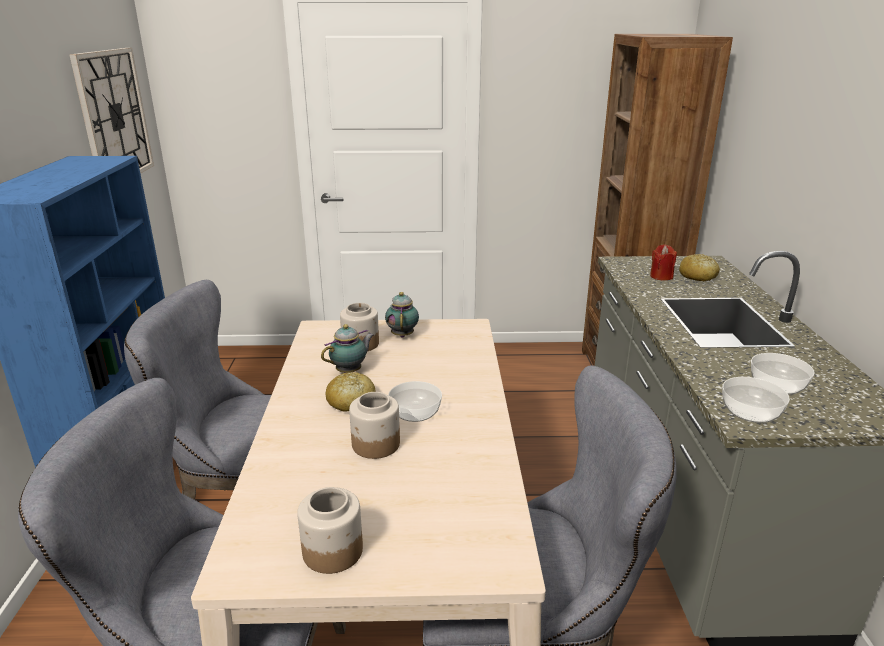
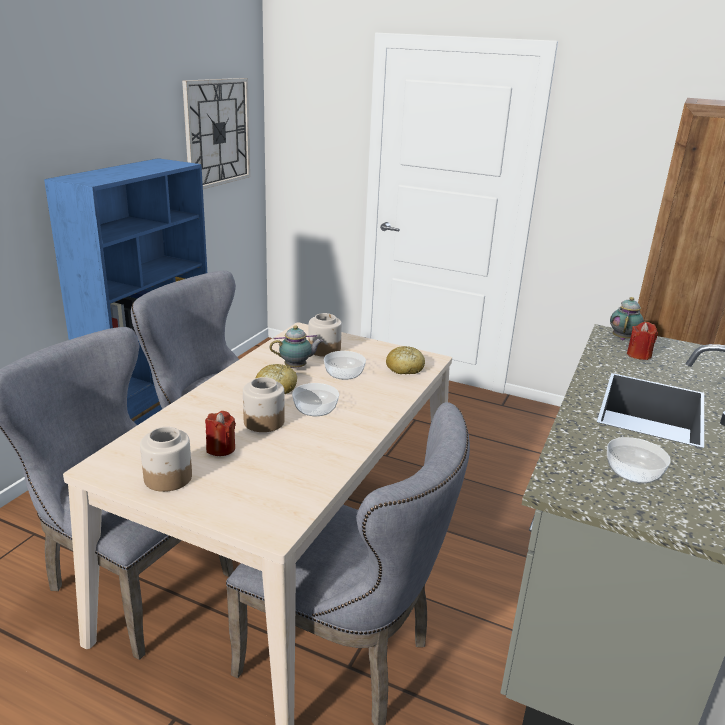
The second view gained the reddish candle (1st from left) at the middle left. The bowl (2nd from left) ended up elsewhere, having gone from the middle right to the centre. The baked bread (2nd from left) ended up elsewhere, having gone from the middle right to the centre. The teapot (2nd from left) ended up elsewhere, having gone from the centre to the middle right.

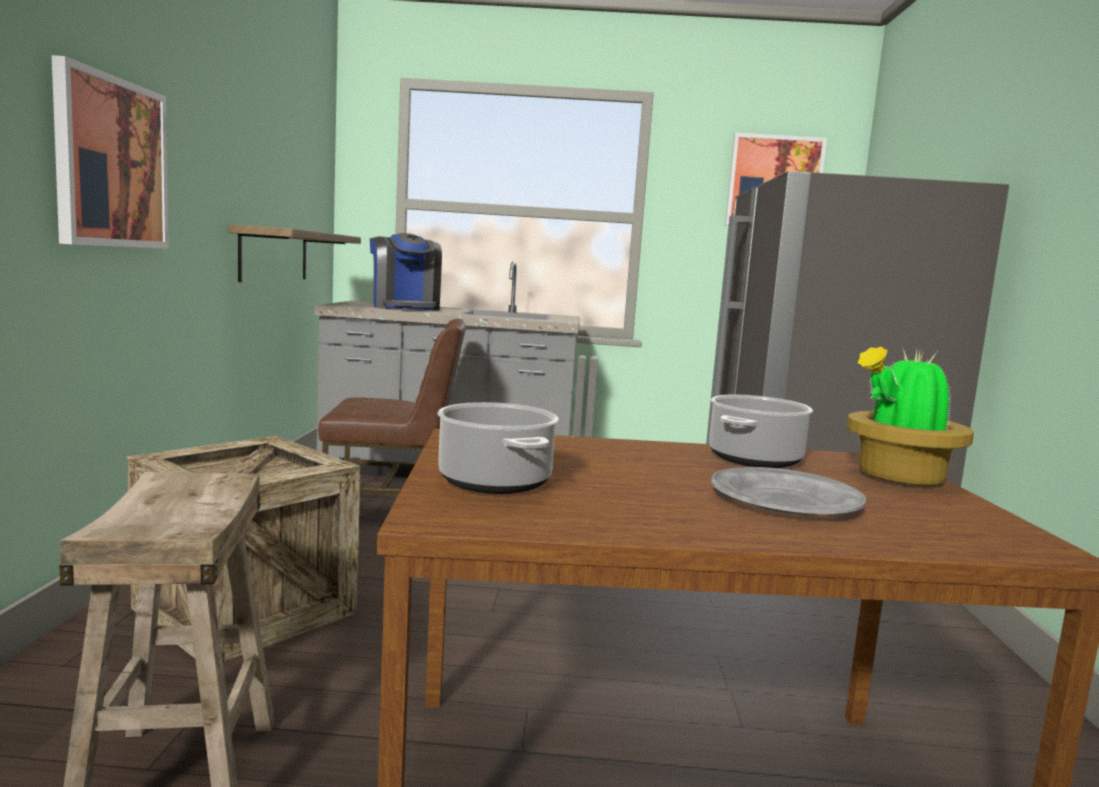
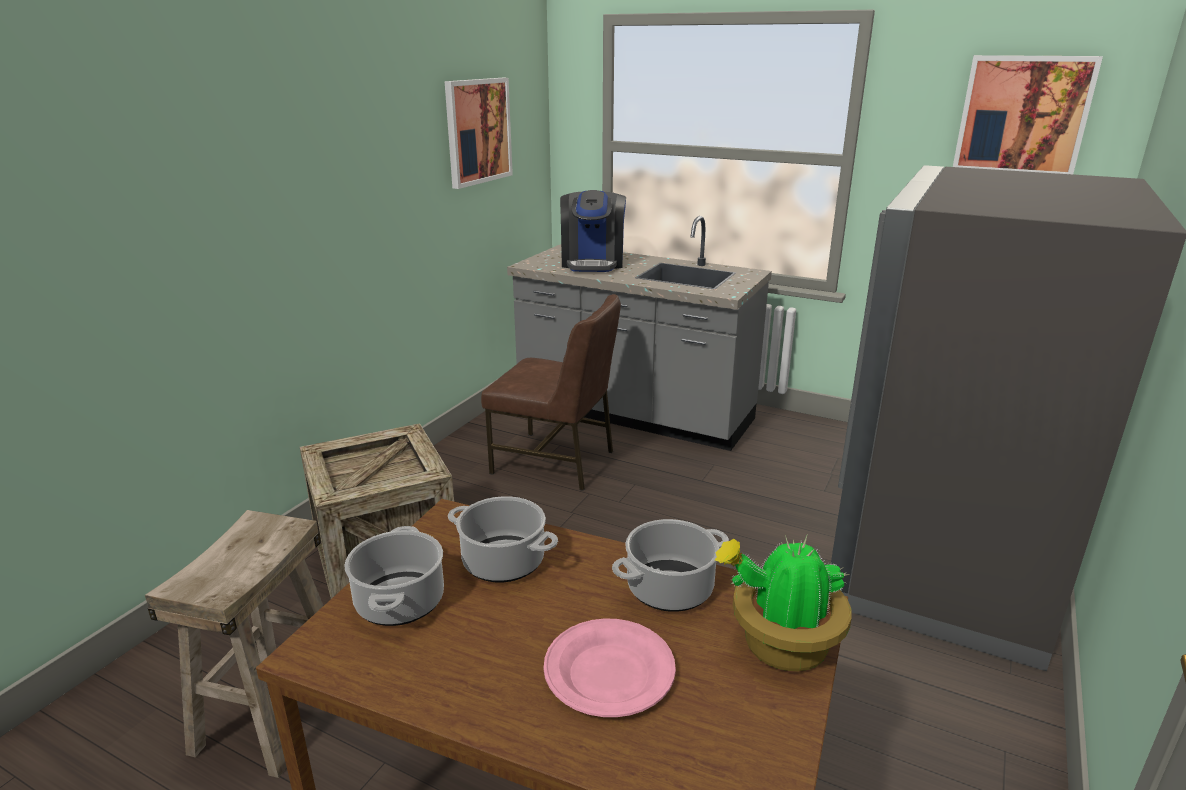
The picture (1st from left) ended up elsewhere, having gone from the top left to the top centre. The second view gained the stockpot (2nd from left) at the bottom centre. What was the grey dinner plate at the middle right turned into the pink-coloured dinner plate at the bottom centre. The second view lost the shelf at the top left.

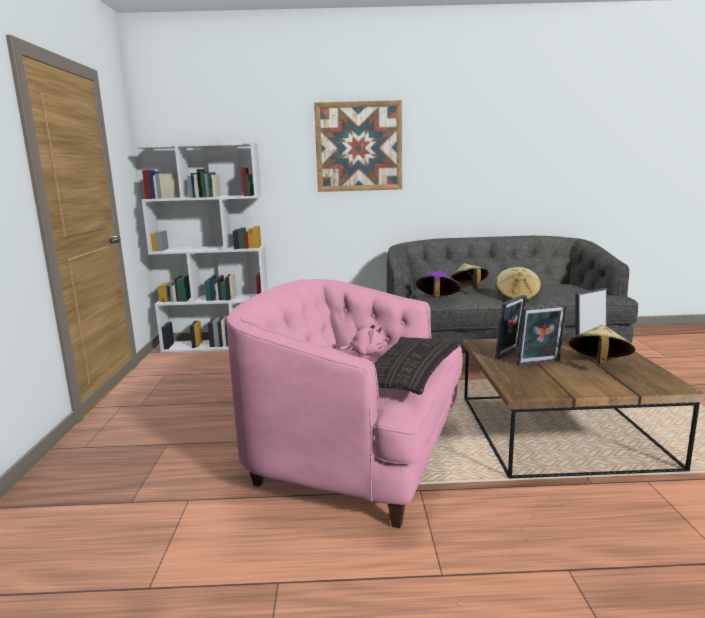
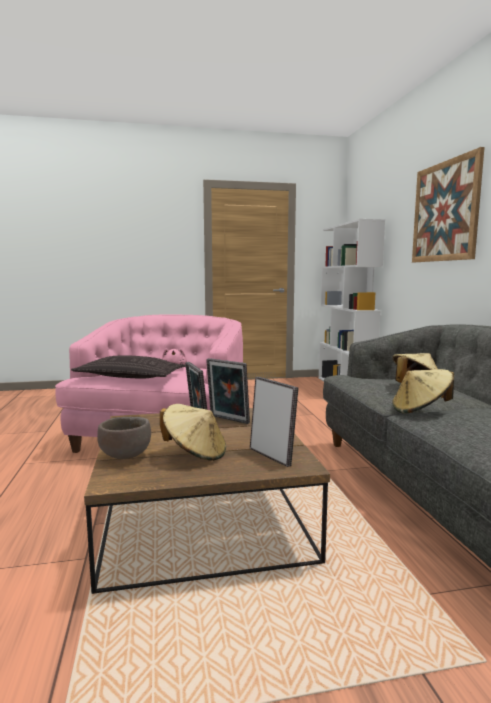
The second view gained the brown-coloured bowl at the middle left. The second view lost the purplish hat at the centre.

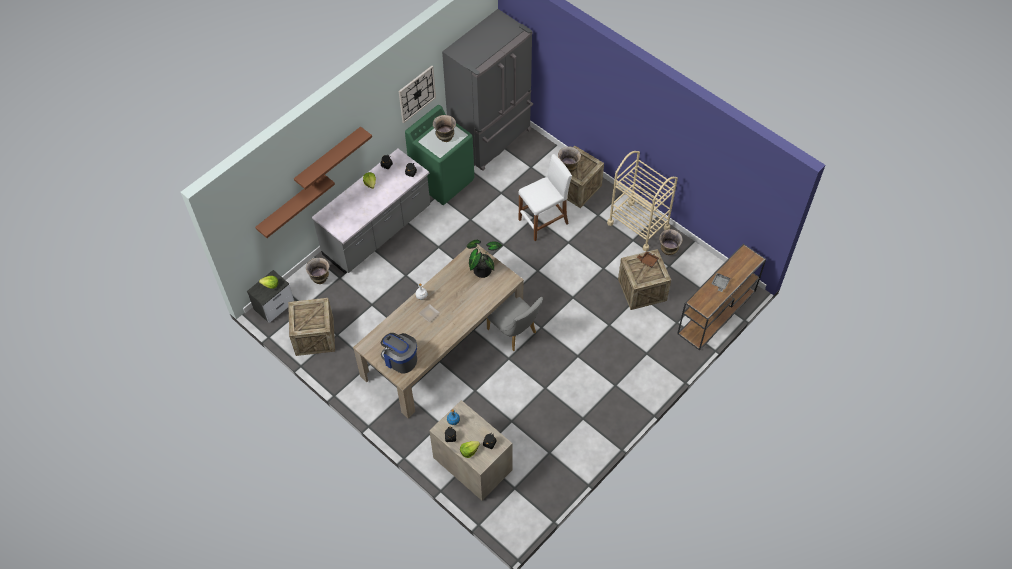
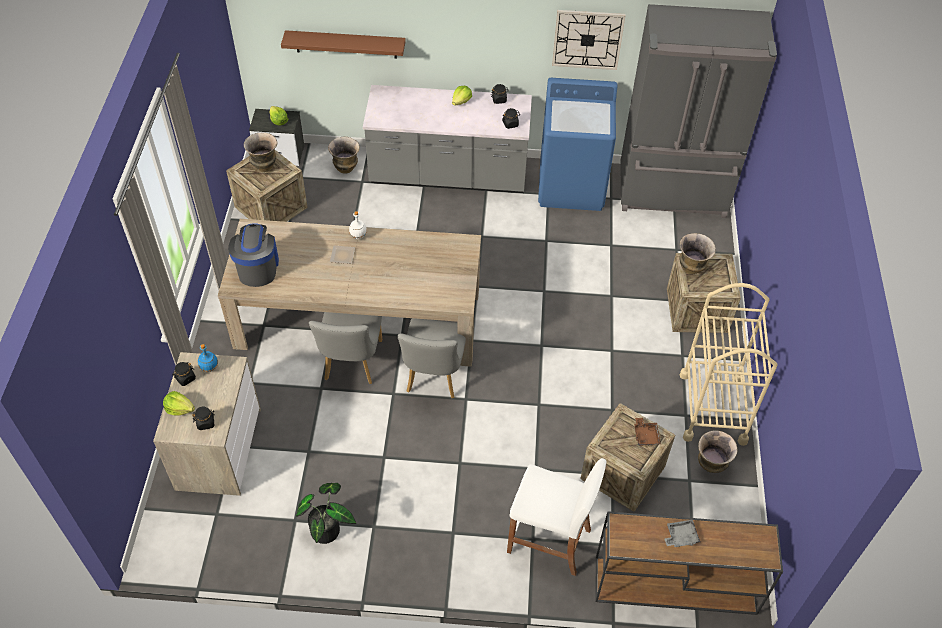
The flower vase (2nd from left in the first image) ended up elsewhere, having gone from the top centre to the top left. The plant in a pot ended up elsewhere, having gone from the centre to the bottom centre. The second view gained the grey plain chair (1st from left) at the centre. The white-coloured stool ended up elsewhere, having gone from the centre to the bottom centre. What was the greenish laundry appliance at the top centre turned into the blue-coloured laundry appliance at the top centre. The second view lost the brown-coloured shelf (2nd from left) at the top left.

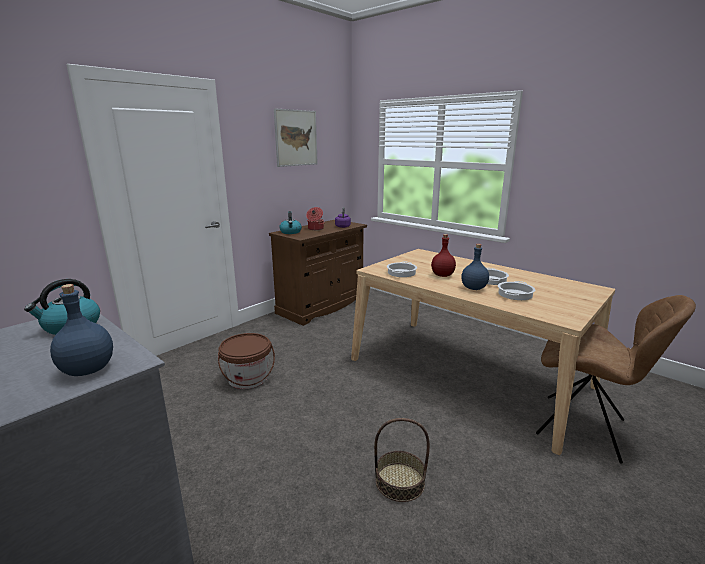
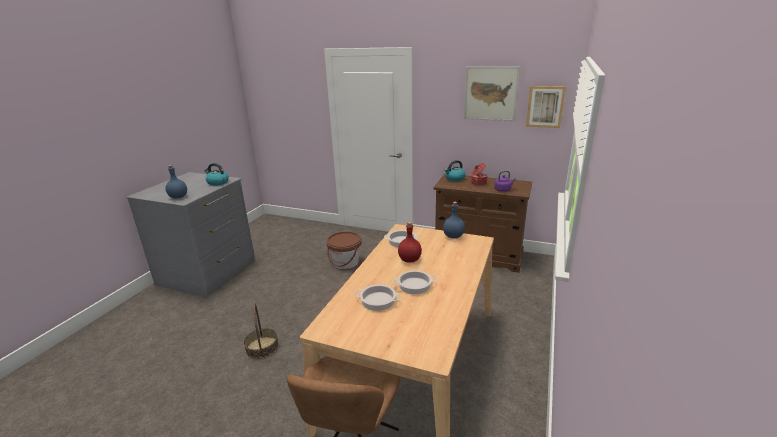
The blue-coloured beverage bottle (2nd from left) ended up elsewhere, having gone from the middle right to the centre. The second view gained the picture (2nd from left) at the top right.

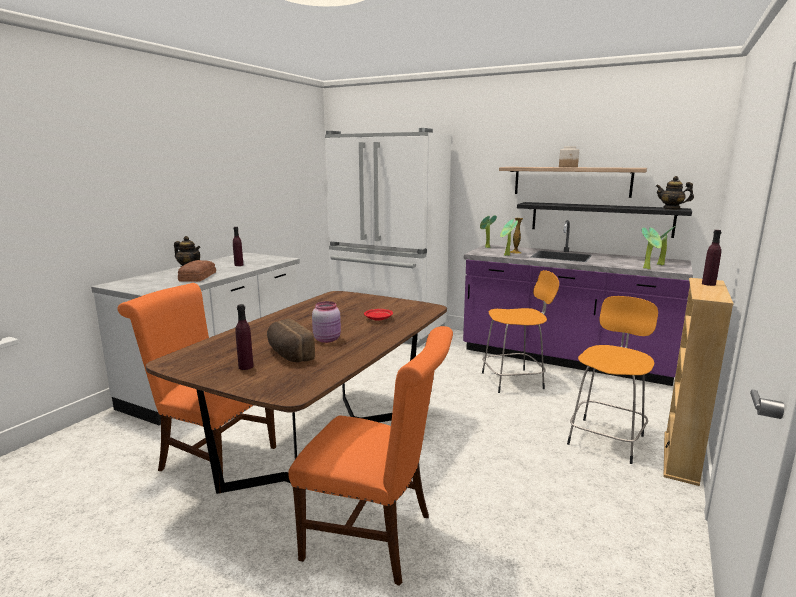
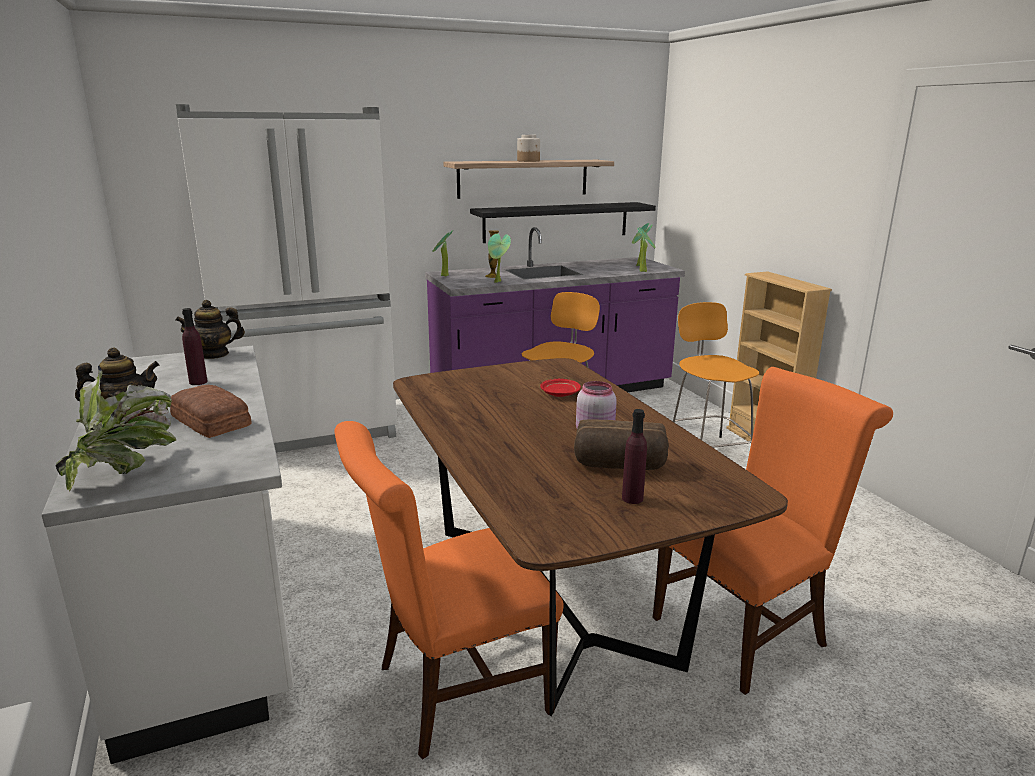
The second view gained the plant in a pot (1st from left) at the middle left. The teapot (2nd from left) ended up elsewhere, having gone from the top right to the middle left. The second view lost the purplish beverage bottle (3rd from left) at the middle right.

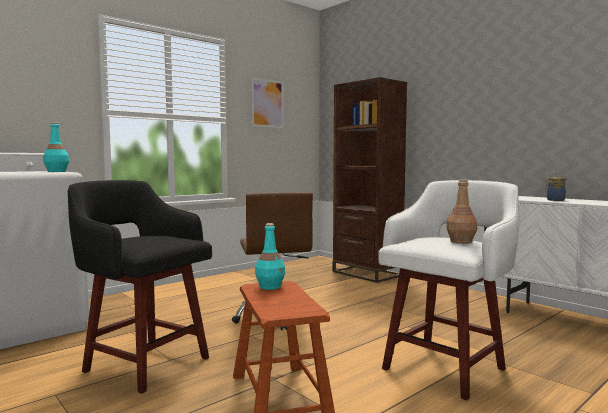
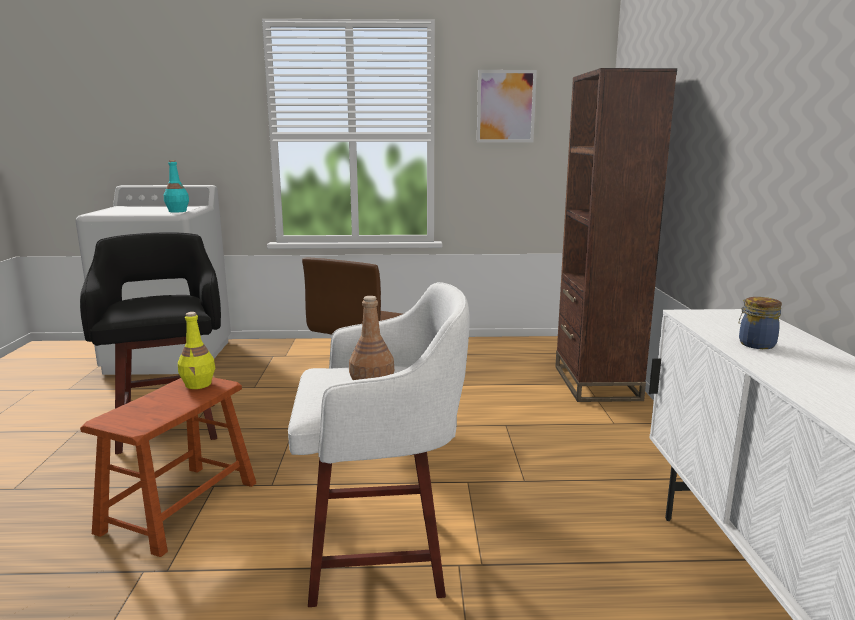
What was the turquoise-coloured beverage bottle (2nd from left) at the centre turned into the yellow-coloured beverage bottle at the middle left.

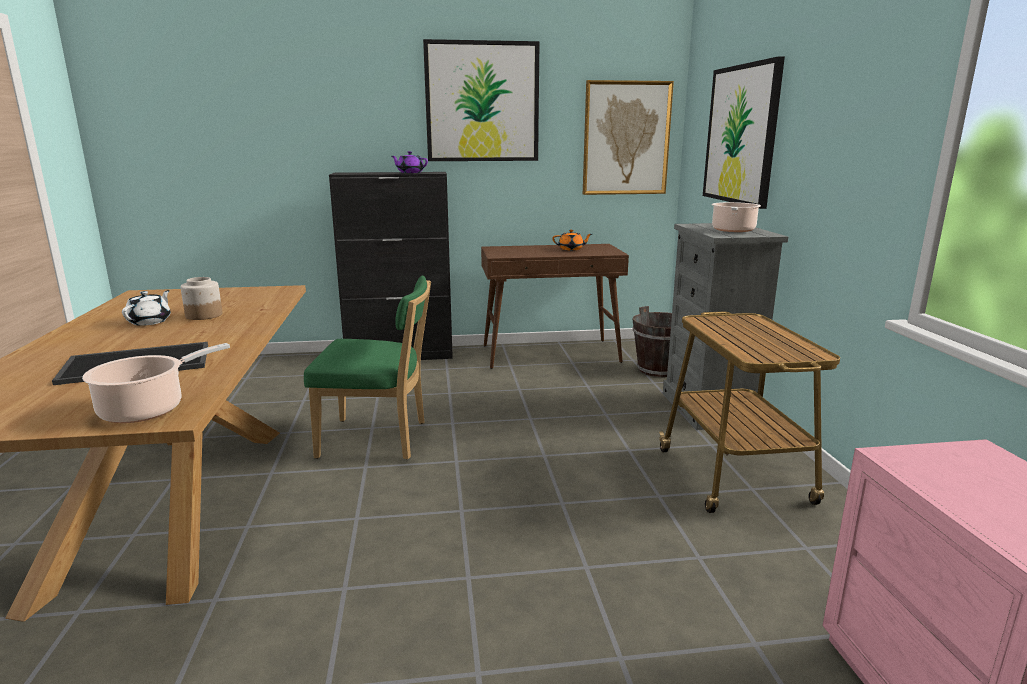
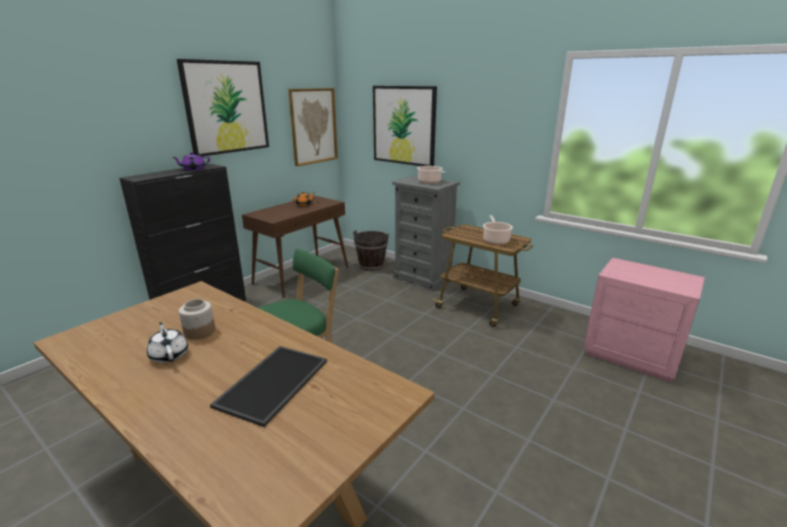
The stockpot (1st from left in the first image) ended up elsewhere, having gone from the middle left to the centre.

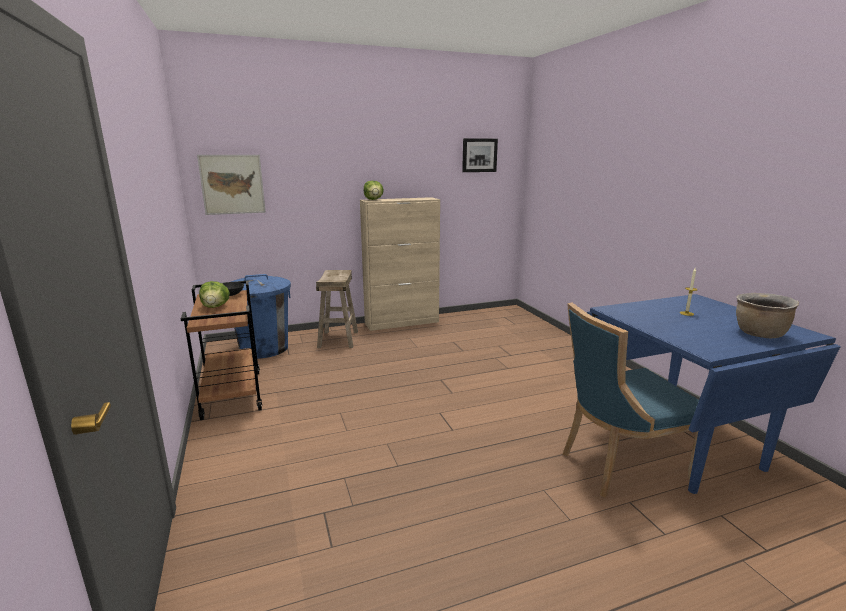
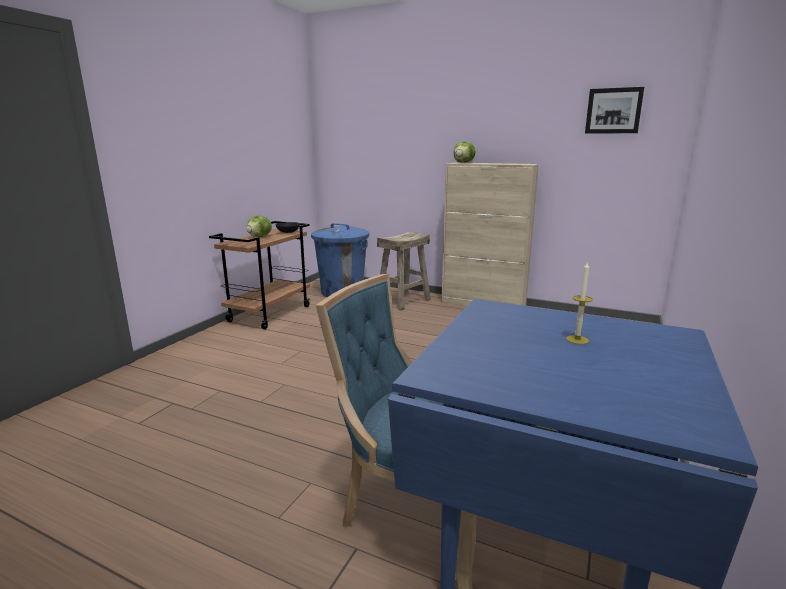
The second view lost the picture (1st from left) at the top left. The second view lost the brown-coloured stockpot at the middle right.

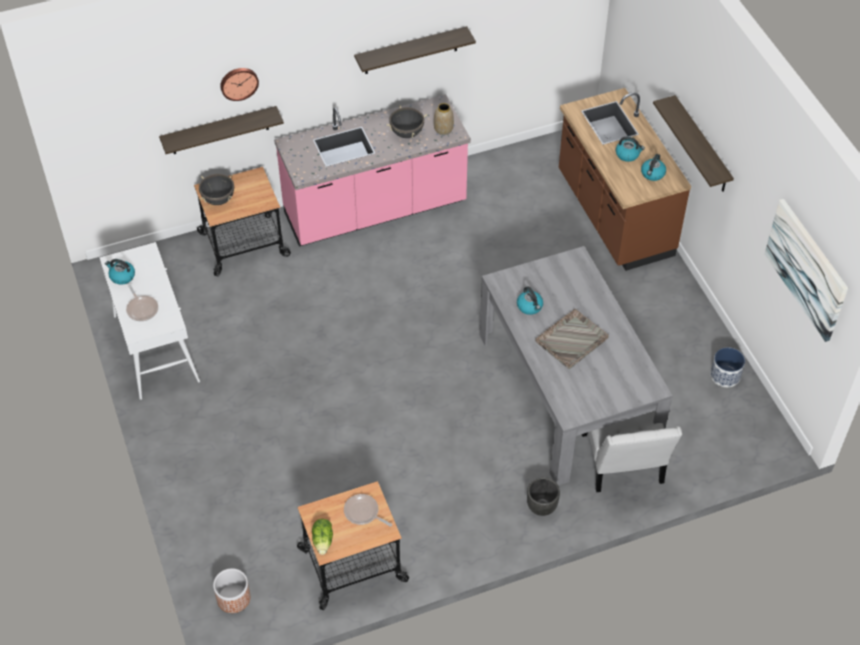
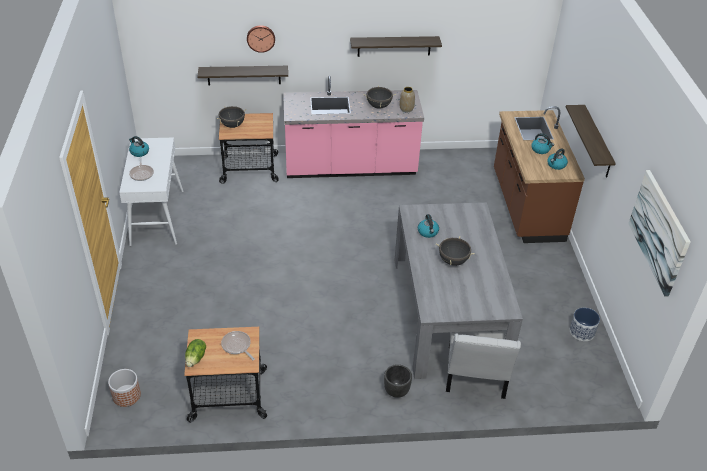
Where the grey serving tray stood at the centre, the black-coloured stockpot (3rd from left) came to stand at the centre.

